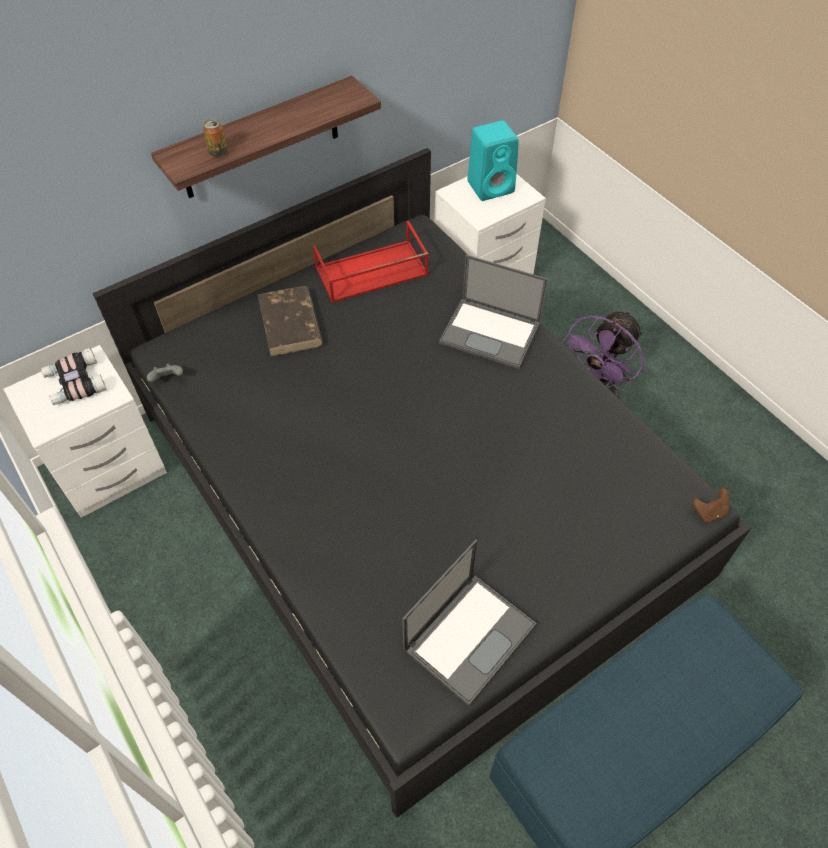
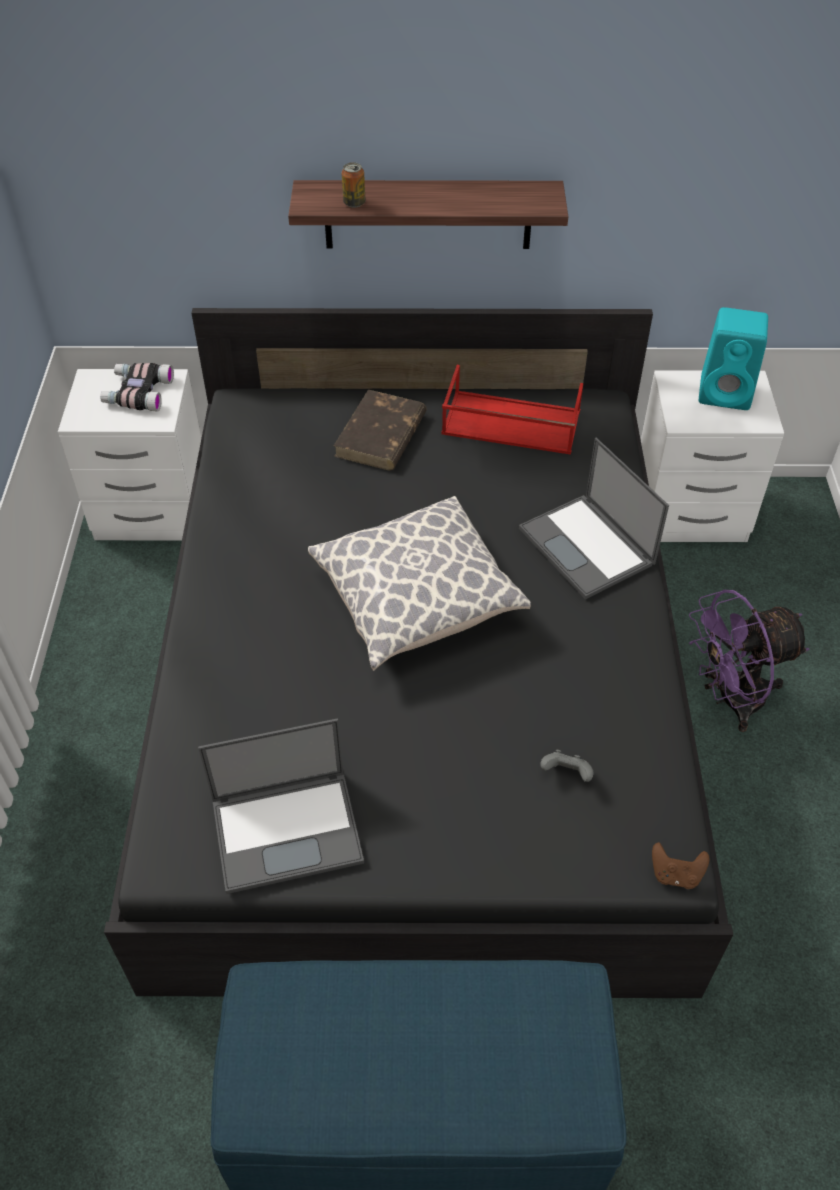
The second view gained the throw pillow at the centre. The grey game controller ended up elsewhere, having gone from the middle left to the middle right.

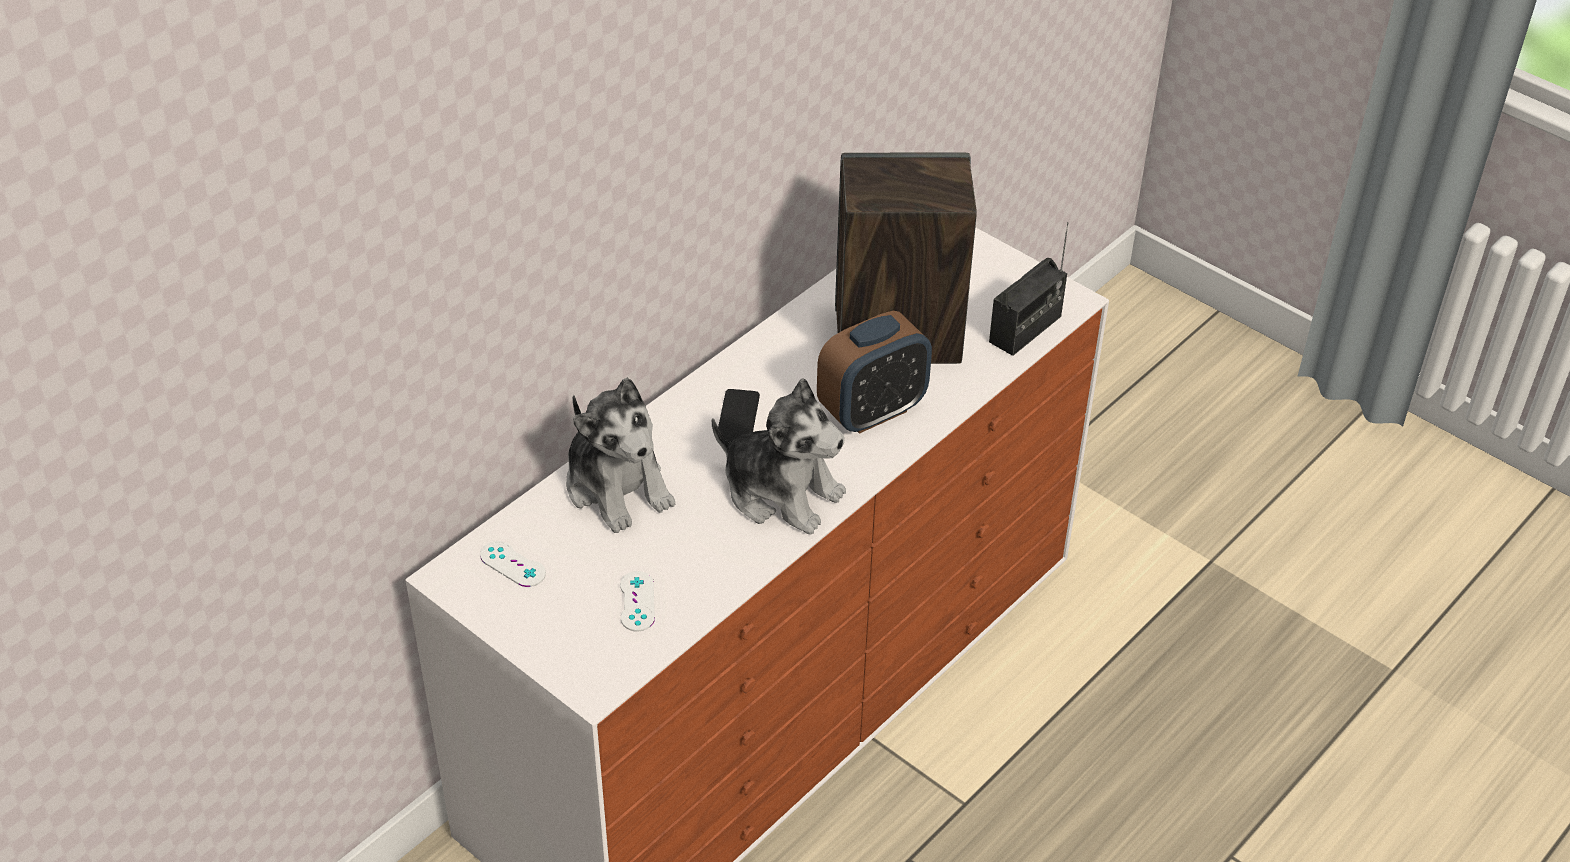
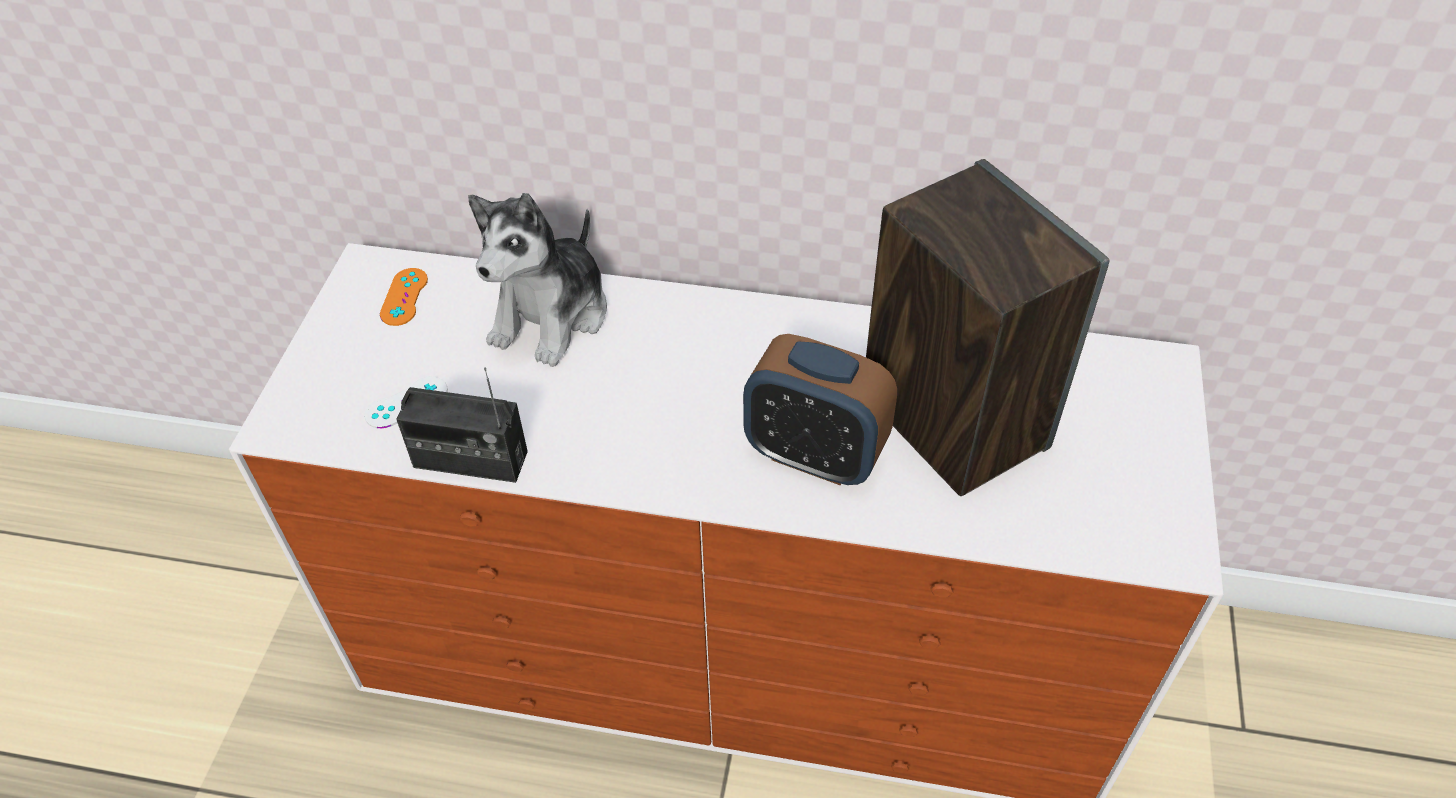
What was the white-coloured game controller (1st from left) at the middle left turned into the orange game controller at the middle left. The radio set ended up elsewhere, having gone from the centre to the middle left. The second view lost the cuddly toy (2nd from left) at the centre. The second view lost the telephone at the centre.

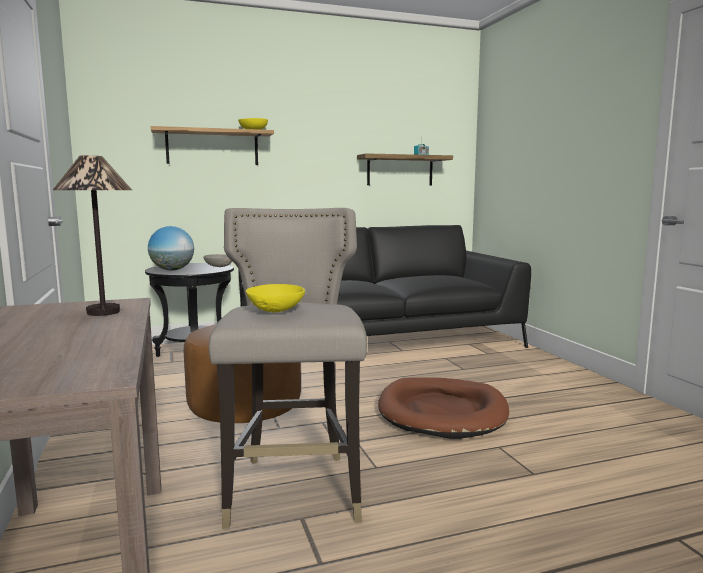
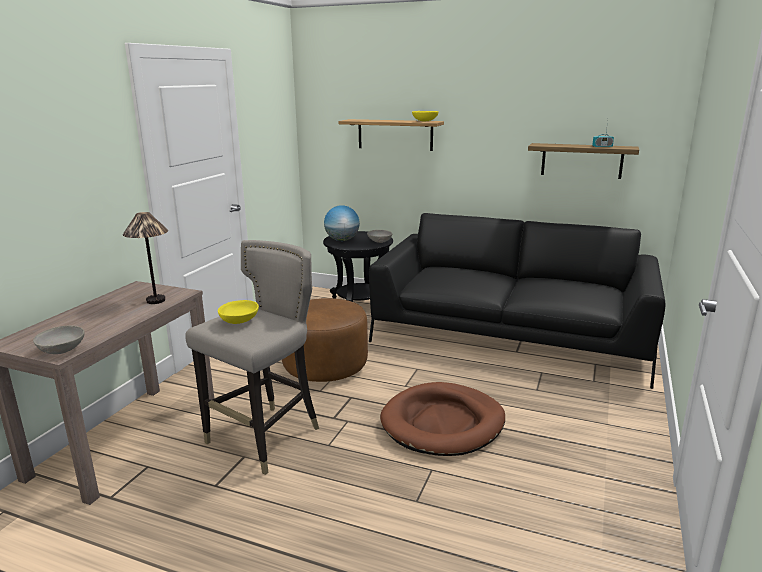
The second view gained the grey bowl (1st from left) at the middle left.

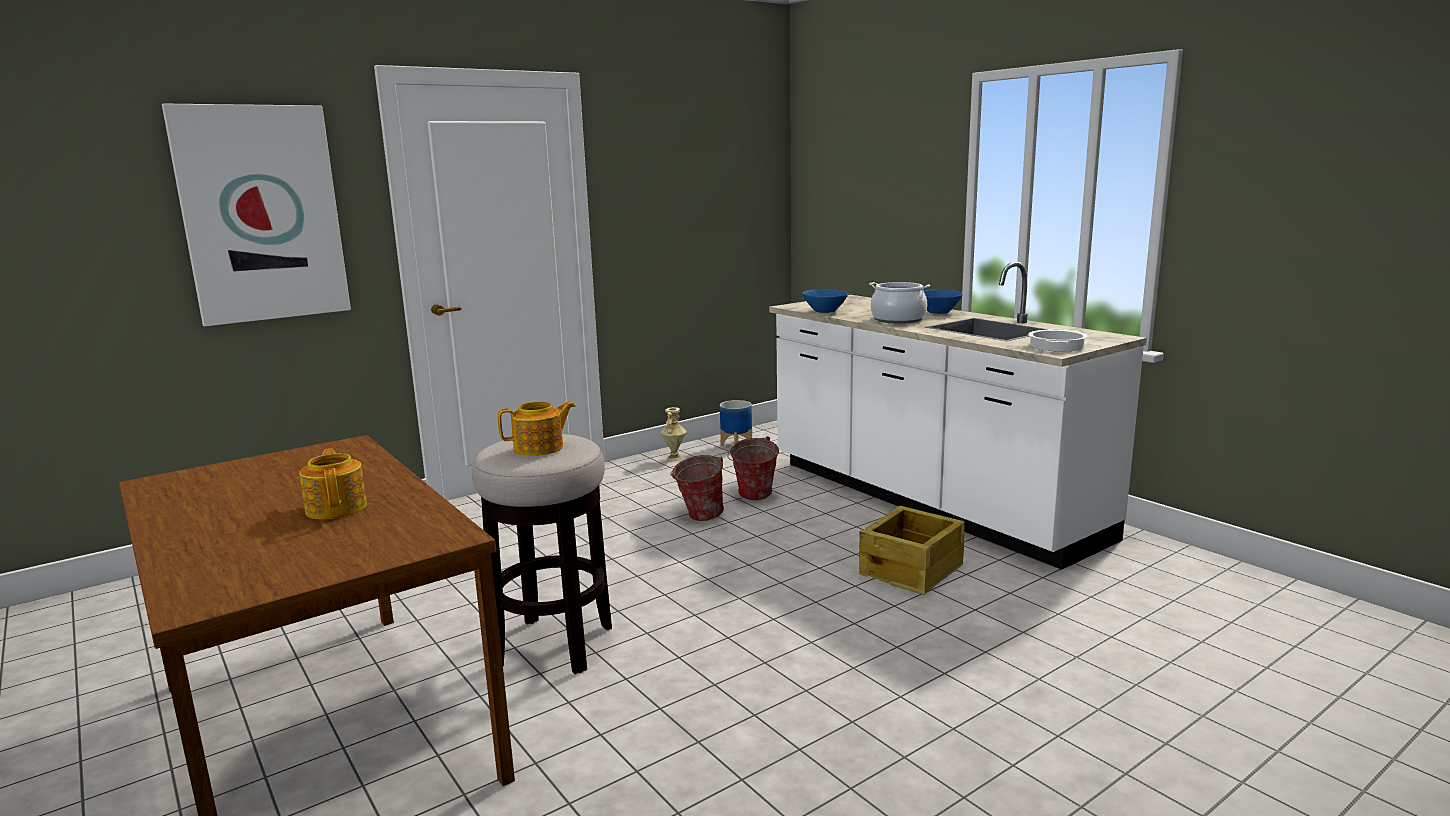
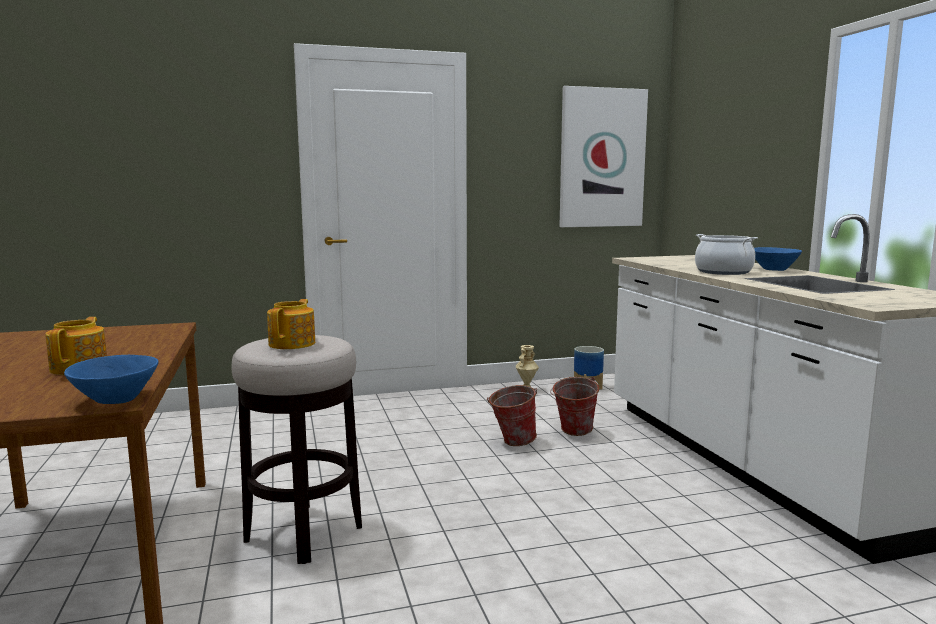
The blue-coloured bowl (1st from left) ended up elsewhere, having gone from the centre to the middle left. The teapot (2nd from left) at the centre ended up facing another way, 75 degrees counterclockwise from before. The picture ended up elsewhere, having gone from the top left to the top centre. The second view lost the packing crate at the bottom centre. The second view lost the stockpot (2nd from left) at the middle right.

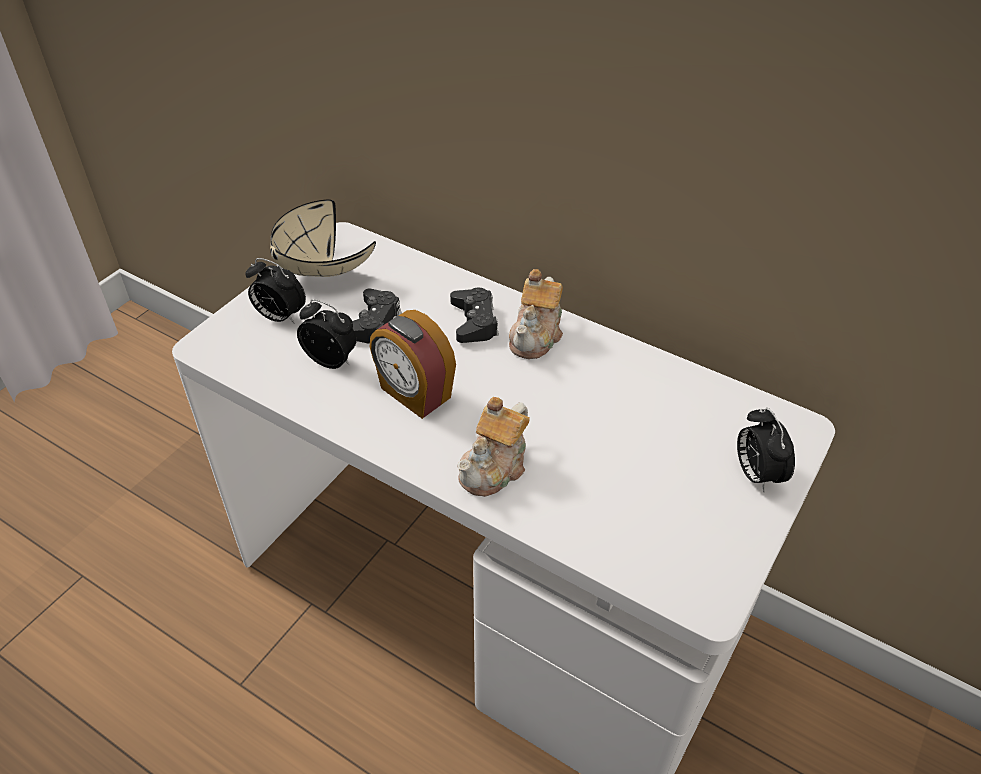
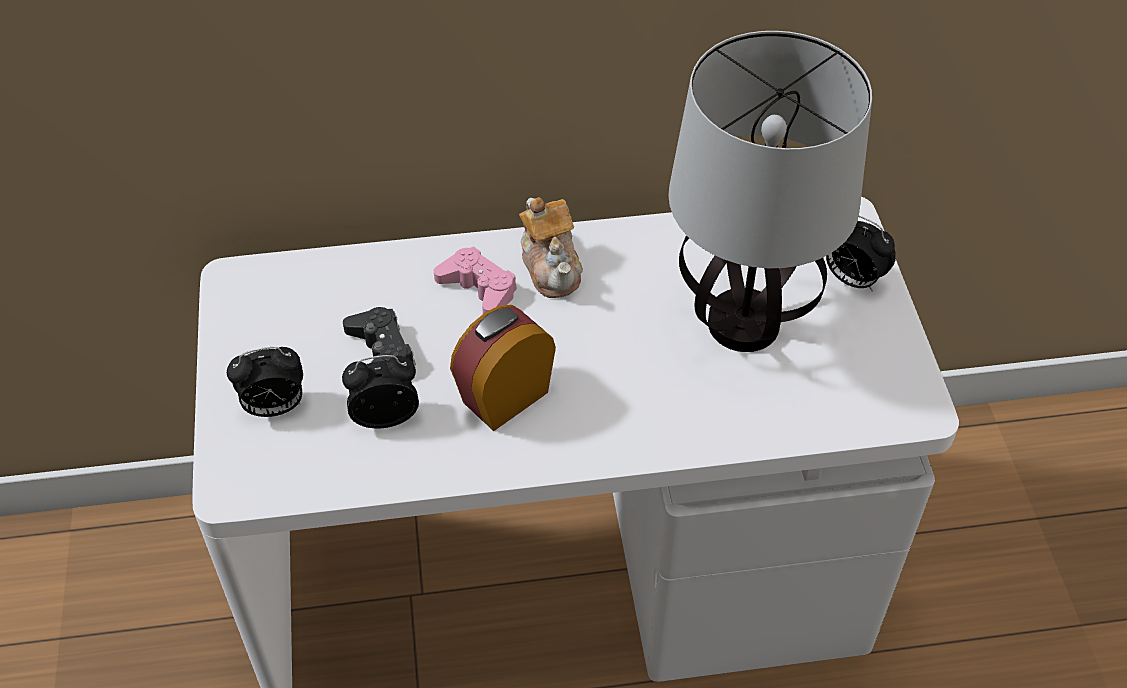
What was the black-coloured game controller (2nd from left) at the centre turned into the pink-coloured game controller at the centre. The table clock (3rd from left) at the centre ended up facing another way, 135 degrees clockwise from before. The second view gained the lamp for a table at the top right. The second view lost the beige-coloured bowl at the top left. The second view lost the teapot (1st from left) at the centre.

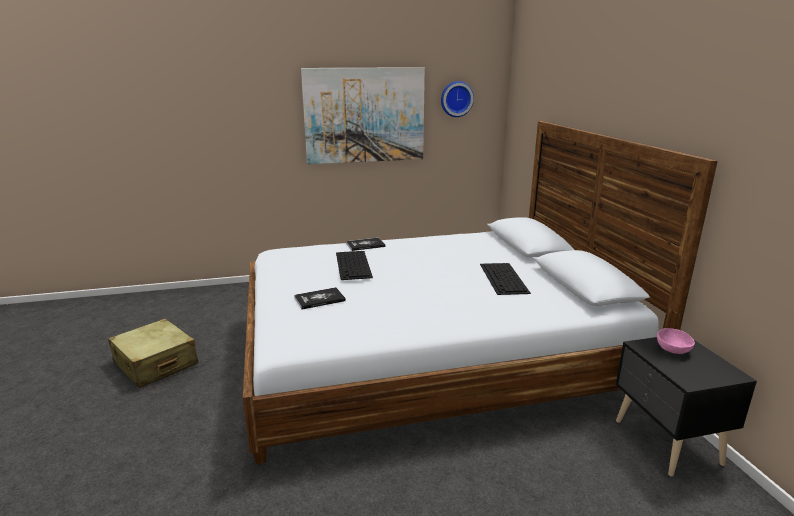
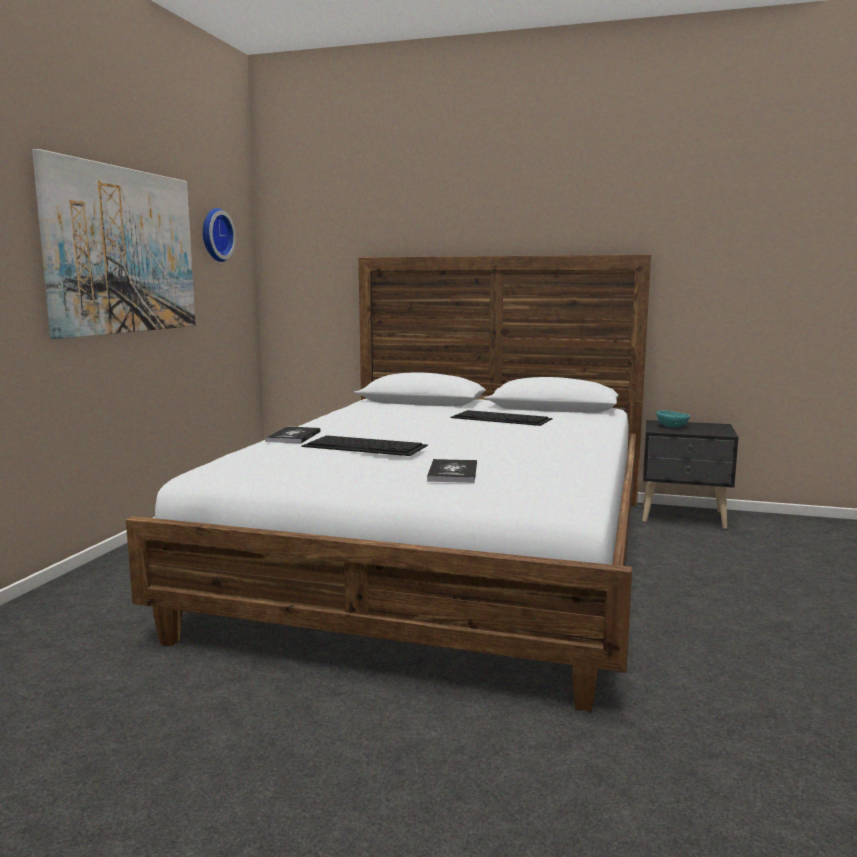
What was the pink-coloured bowl at the middle right turned into the turquoise-coloured bowl at the middle right. The second view lost the beige-coloured piece of luggage at the bottom left.

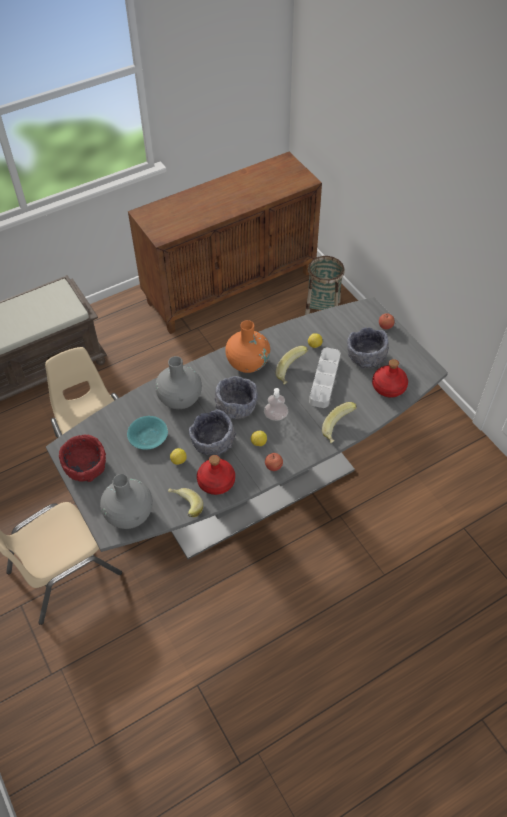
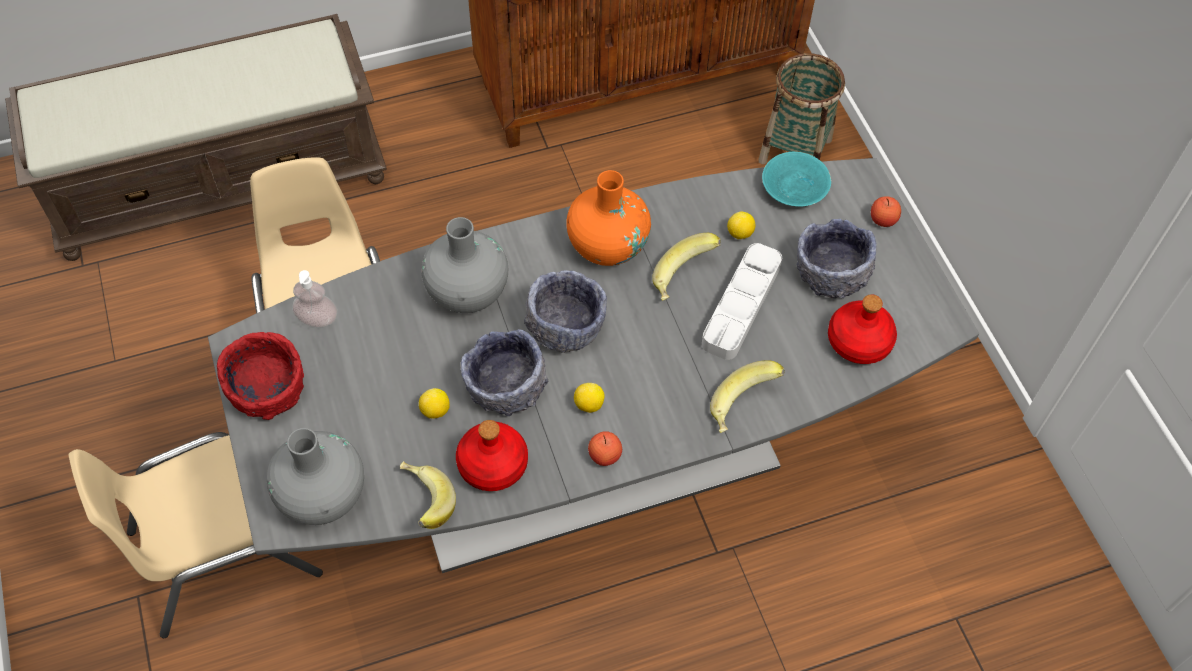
The liquid soap bottle ended up elsewhere, having gone from the centre to the middle left. The turquoise-coloured bowl ended up elsewhere, having gone from the middle left to the top right.

